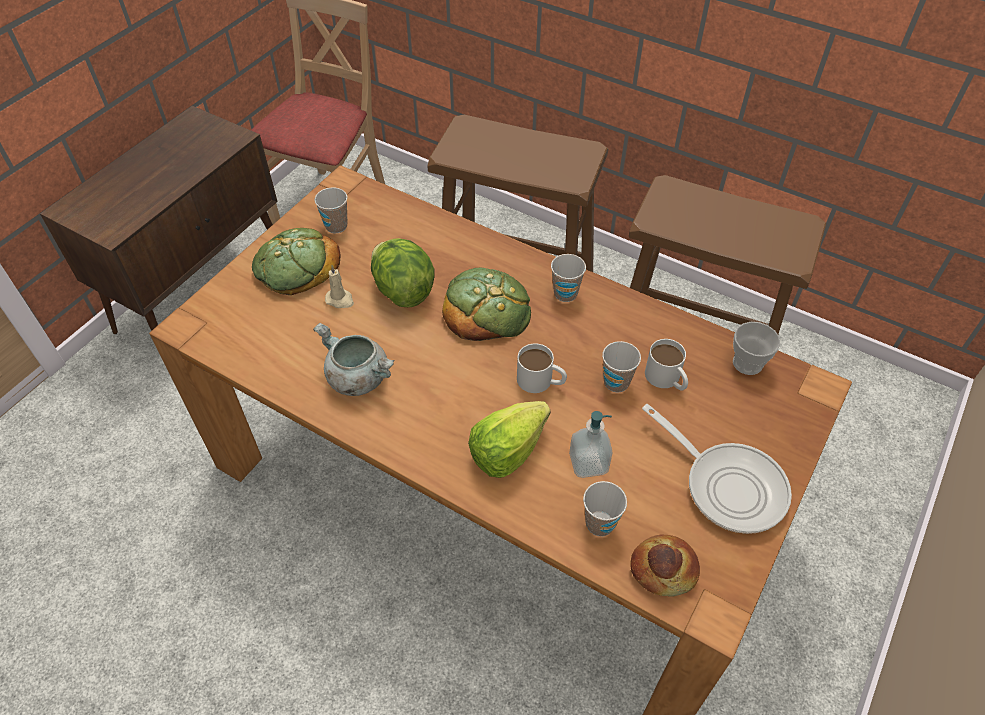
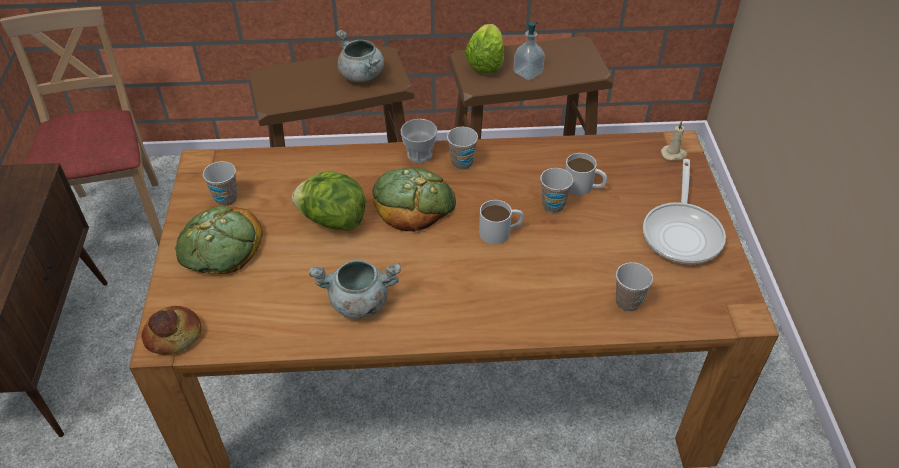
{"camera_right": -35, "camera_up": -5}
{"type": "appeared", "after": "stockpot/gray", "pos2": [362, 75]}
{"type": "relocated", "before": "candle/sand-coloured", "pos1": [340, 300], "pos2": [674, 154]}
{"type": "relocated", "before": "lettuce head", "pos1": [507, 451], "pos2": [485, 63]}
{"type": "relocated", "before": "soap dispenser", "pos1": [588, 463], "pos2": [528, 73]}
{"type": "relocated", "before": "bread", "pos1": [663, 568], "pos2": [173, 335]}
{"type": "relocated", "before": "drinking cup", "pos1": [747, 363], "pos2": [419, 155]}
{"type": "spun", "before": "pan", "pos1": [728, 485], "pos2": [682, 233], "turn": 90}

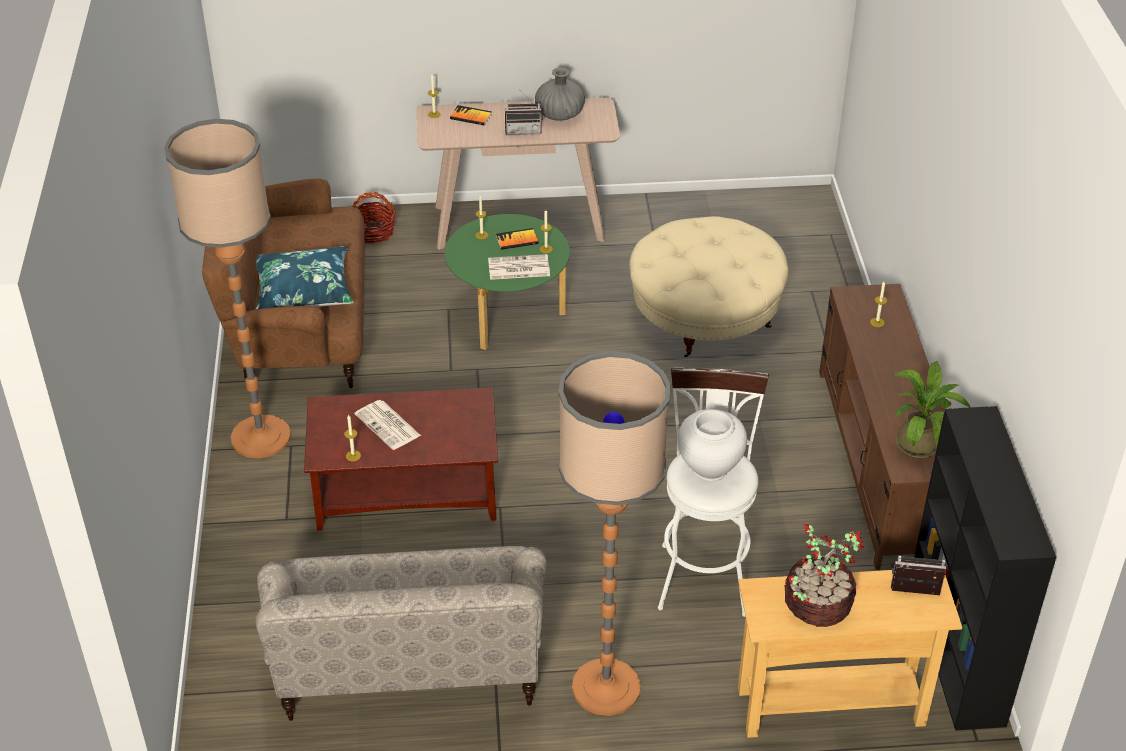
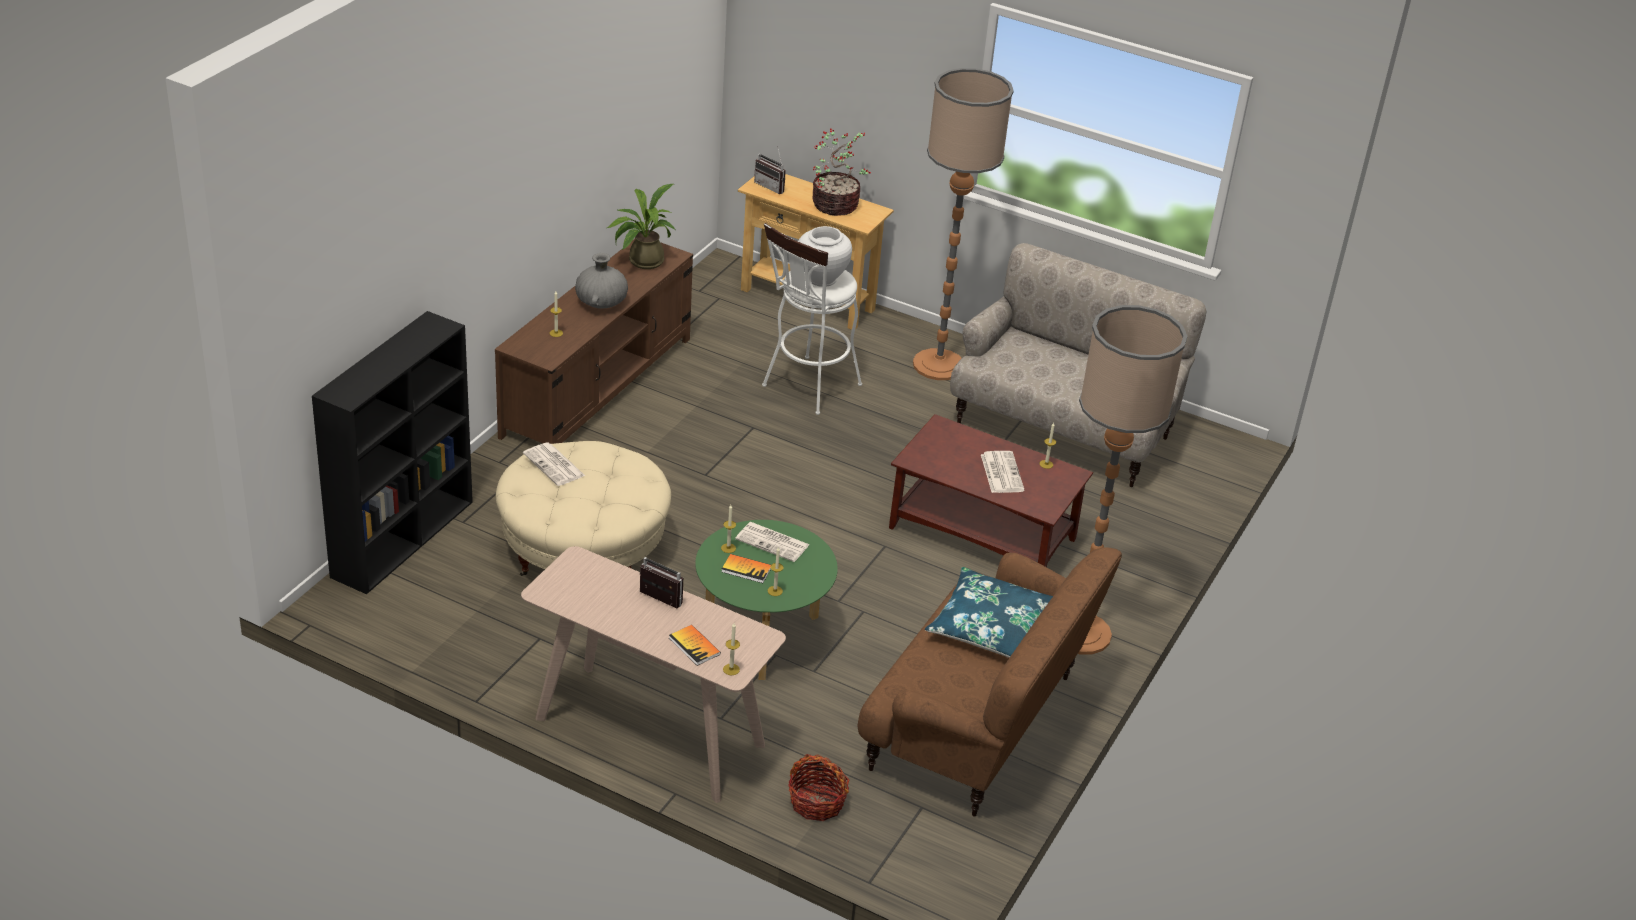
{"camera_right": -150, "camera_up": -5}
{"type": "appeared", "after": "newspaper", "pos2": [555, 465]}
{"type": "relocated", "before": "vase/gray", "pos1": [559, 114], "pos2": [601, 303]}
{"type": "relocated", "before": "bookcase/black", "pos1": [957, 651], "pos2": [403, 538]}

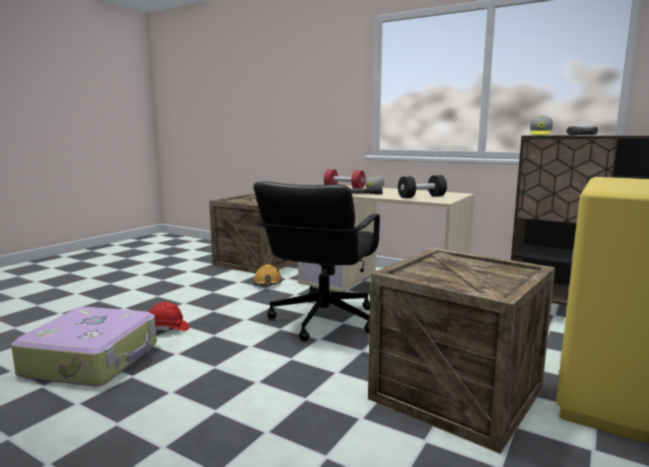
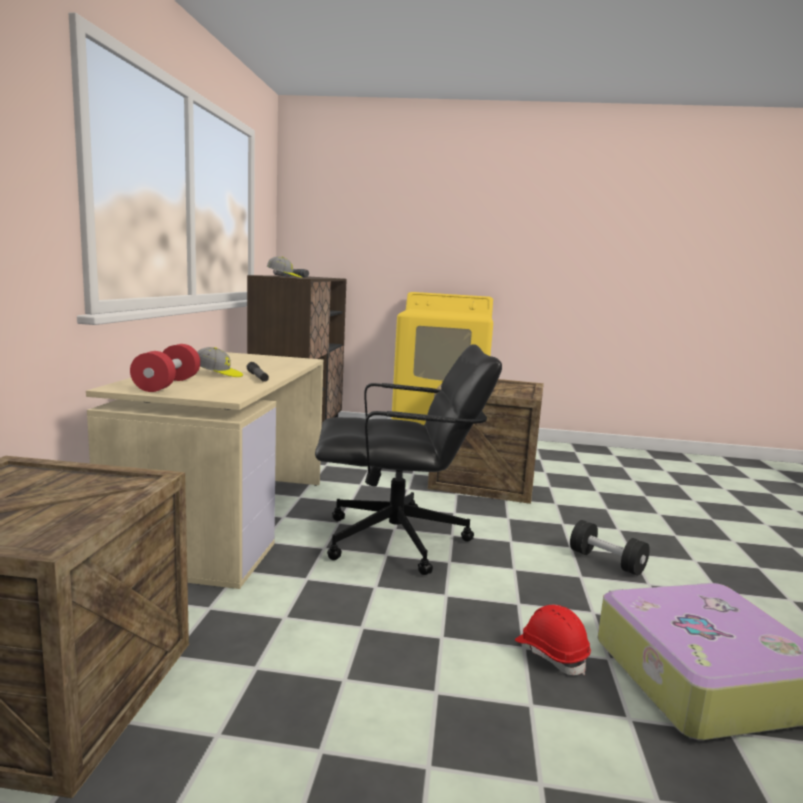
{"camera_right": -115, "camera_up": 0}
{"type": "missing", "before": "hard hat/orange-coloured", "pos1": [267, 283]}
{"type": "relocated", "before": "hand weight/black", "pos1": [421, 197], "pos2": [606, 561]}

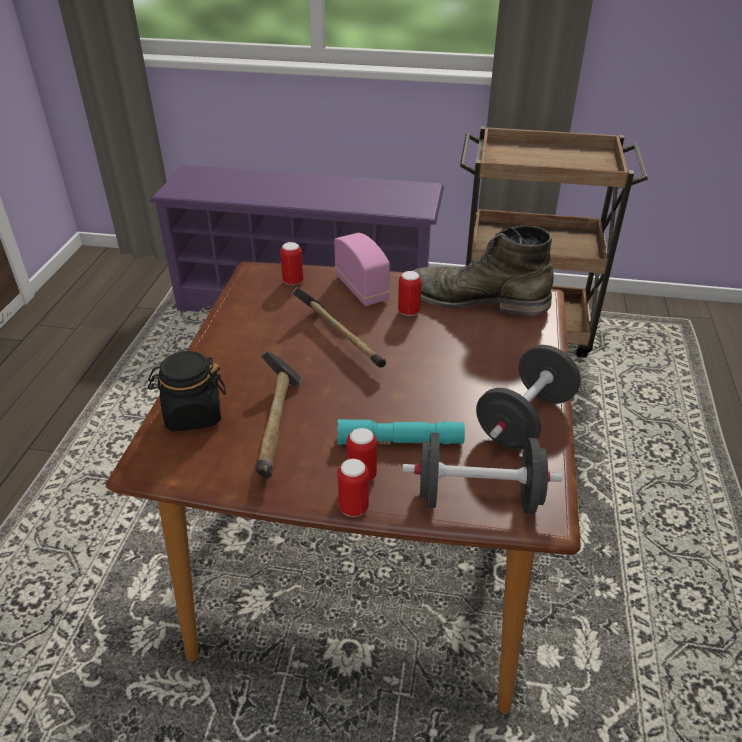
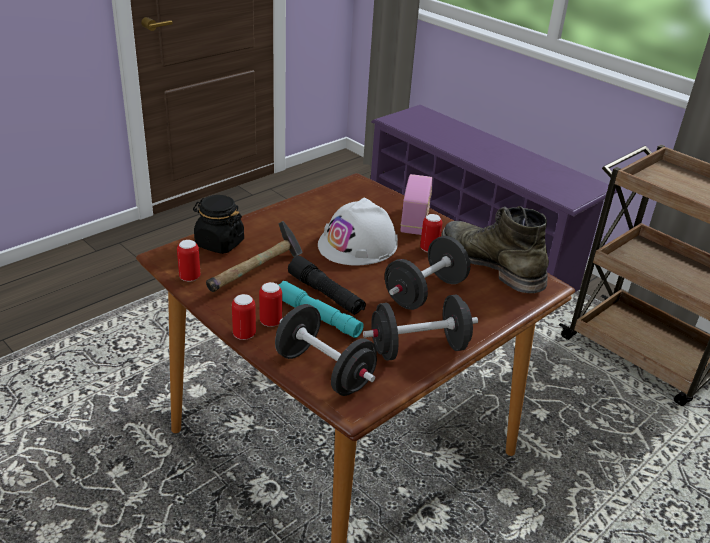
{"camera_right": 35, "camera_up": -5}
{"type": "appeared", "after": "hand torch/black", "pos2": [326, 294]}
{"type": "appeared", "after": "hand weight/black", "pos2": [425, 292]}
{"type": "relocated", "before": "sealed can", "pos1": [293, 281], "pos2": [190, 277]}
{"type": "exchanged", "before": "tool hammer", "after": "hard hat/white", "pos1": [340, 340], "pos2": [358, 244]}

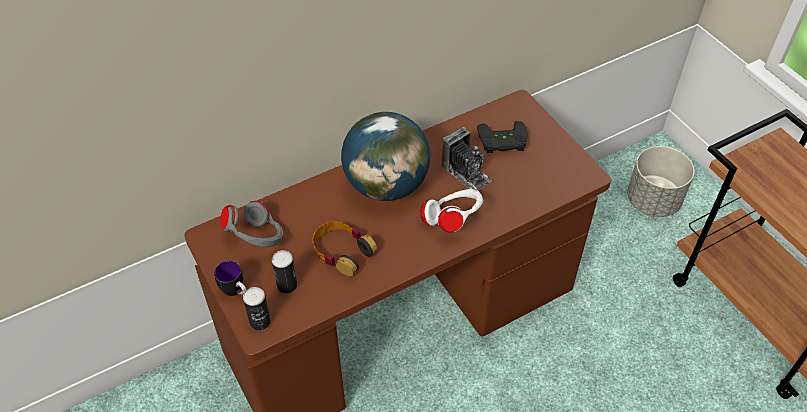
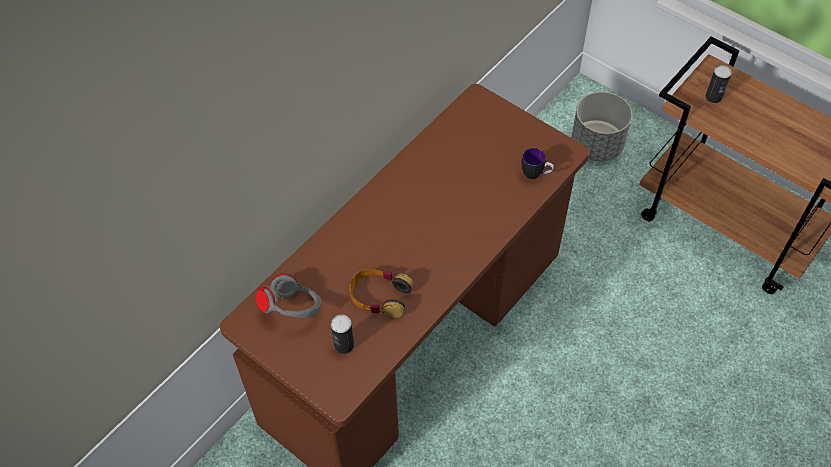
{"camera_right": -20, "camera_up": 5}
{"type": "missing", "before": "globe", "pos1": [386, 185]}
{"type": "missing", "before": "pair of headphones/white", "pos1": [453, 220]}
{"type": "missing", "before": "photo camera", "pos1": [466, 173]}
{"type": "missing", "before": "game controller/black", "pos1": [502, 142]}
{"type": "relocated", "before": "tea mug", "pos1": [236, 292], "pos2": [536, 175]}
{"type": "relocated", "before": "sealed can", "pos1": [260, 322], "pos2": [713, 97]}

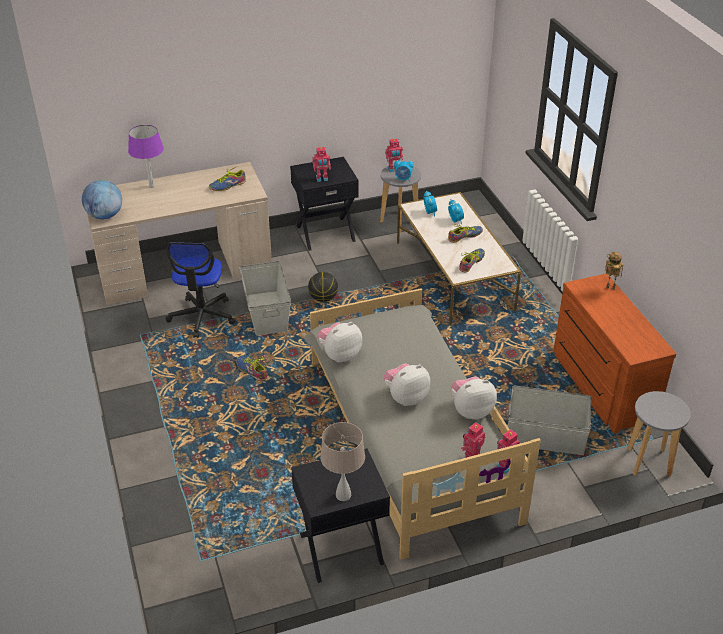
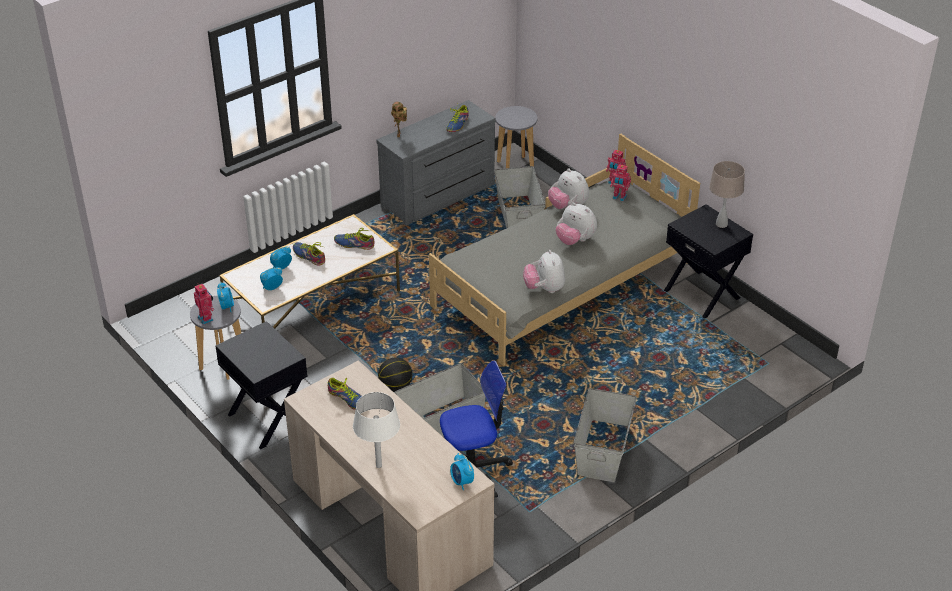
{"camera_right": -110, "camera_up": 0}
{"type": "missing", "before": "toy robot", "pos1": [322, 179]}
{"type": "appeared", "after": "storage container/gray", "pos2": [603, 450]}
{"type": "relocated", "before": "item of footwear", "pos1": [252, 371], "pos2": [458, 124]}
{"type": "exchanged", "before": "globe", "after": "table clock", "pos1": [105, 216], "pos2": [462, 482]}
{"type": "colour", "before": "tabletop lamp/purple", "after": "tabletop lamp/white", "pos1": [151, 186], "pos2": [378, 466]}
{"type": "colour", "before": "chest of drawers/brown-coloured", "after": "chest of drawers/gray", "pos1": [600, 386], "pos2": [440, 197]}
{"type": "spun", "before": "plush toy", "pos1": [340, 355], "pos2": [544, 289], "turn": 45}

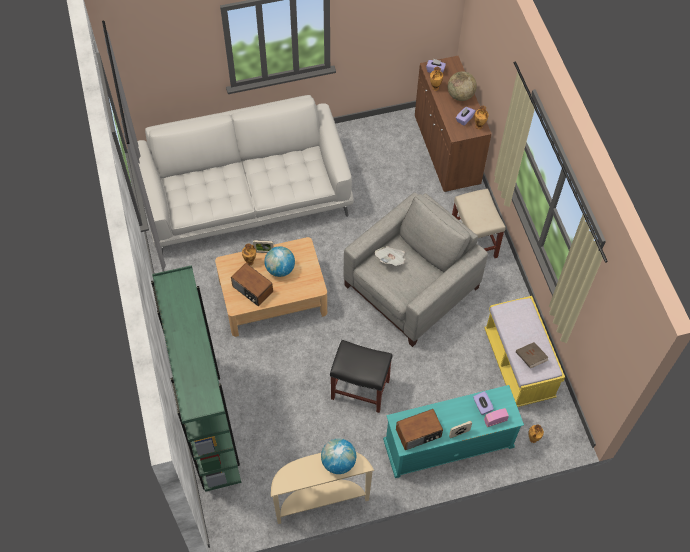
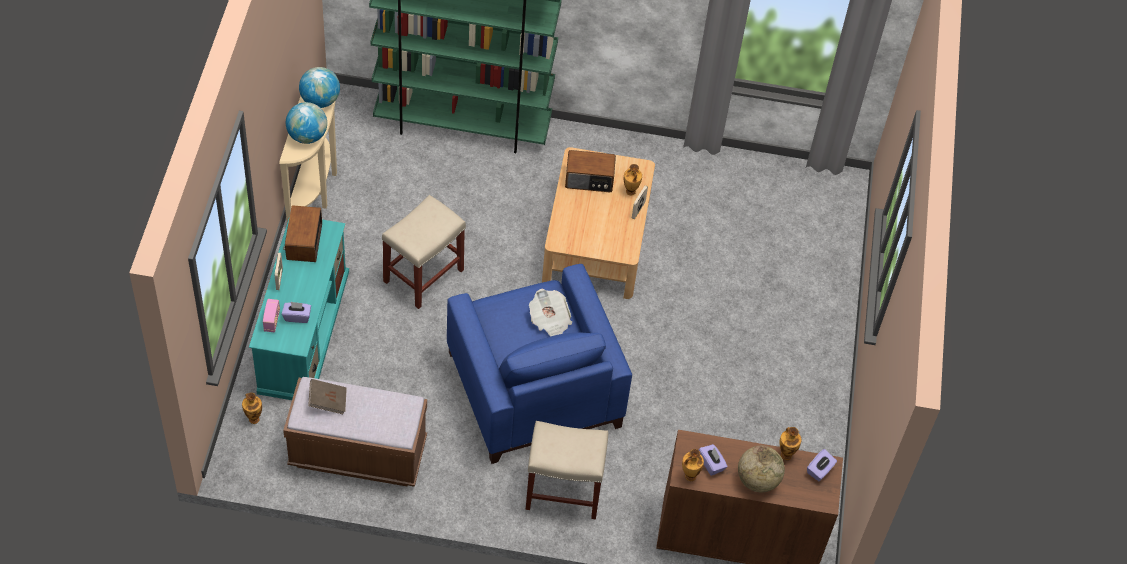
{"camera_right": 110, "camera_up": -5}
{"type": "missing", "before": "couch/white", "pos1": [247, 196]}
{"type": "relocated", "before": "globe", "pos1": [280, 269], "pos2": [320, 100]}
{"type": "colour", "before": "stool/black", "after": "stool/sand-coloured", "pos1": [359, 389], "pos2": [424, 275]}
{"type": "colour", "before": "lounge chair/gray", "after": "lounge chair/bluish", "pos1": [410, 288], "pos2": [532, 387]}
{"type": "colour", "before": "long seat/yellow", "after": "long seat/brown-coloured", "pos1": [518, 364], "pos2": [358, 454]}
{"type": "spun", "before": "radio receiver", "pos1": [252, 290], "pos2": [589, 180], "turn": -150}

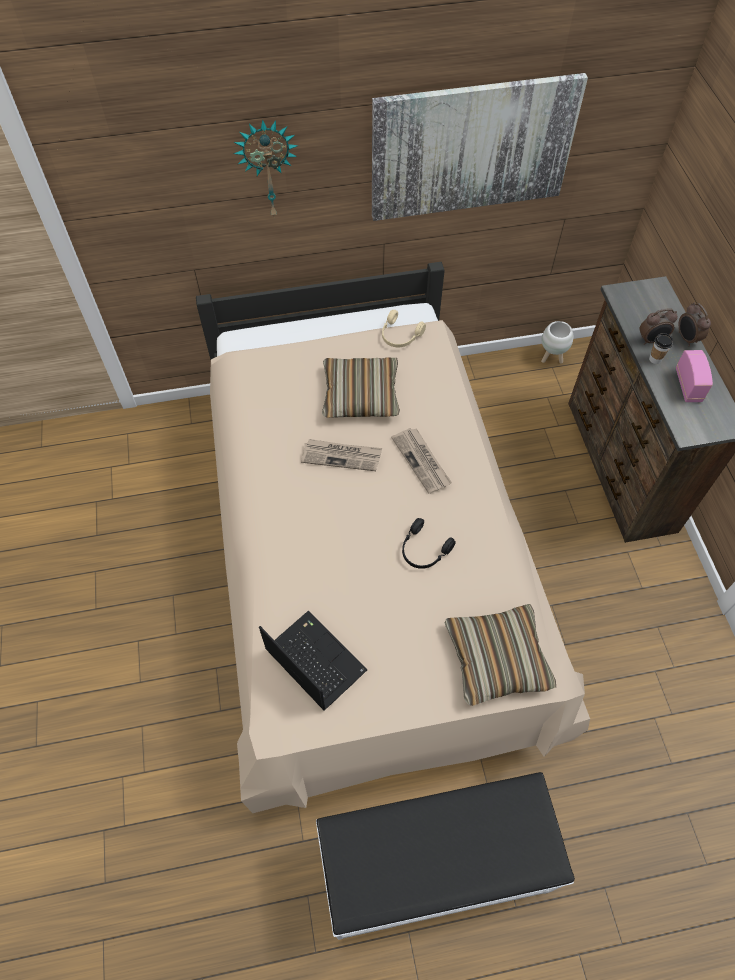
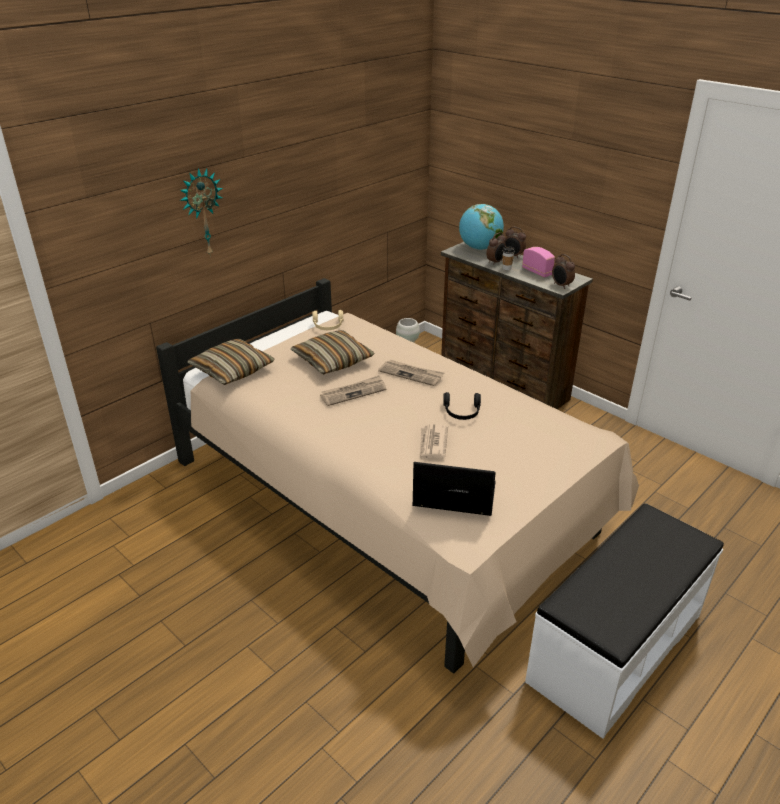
{"camera_right": -35, "camera_up": -25}
{"type": "missing", "before": "wall picture", "pos1": [472, 148]}
{"type": "appeared", "after": "newspaper", "pos2": [432, 444]}
{"type": "appeared", "after": "globe", "pos2": [479, 248]}
{"type": "appeared", "after": "table clock", "pos2": [561, 285]}
{"type": "relocated", "before": "pillow", "pos1": [497, 658], "pos2": [232, 370]}

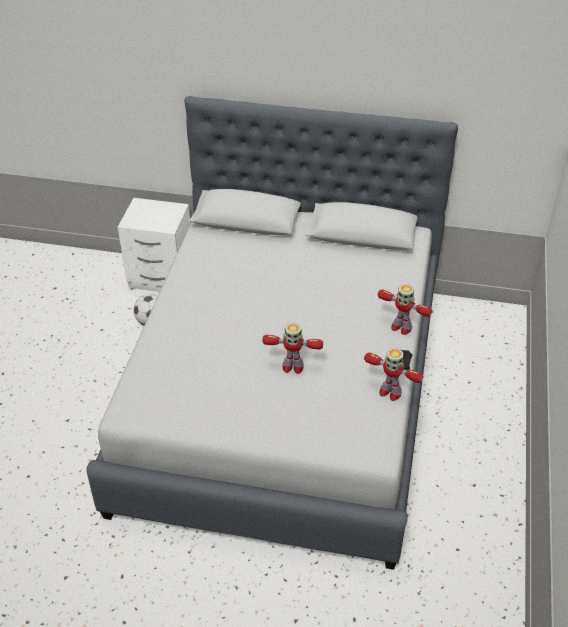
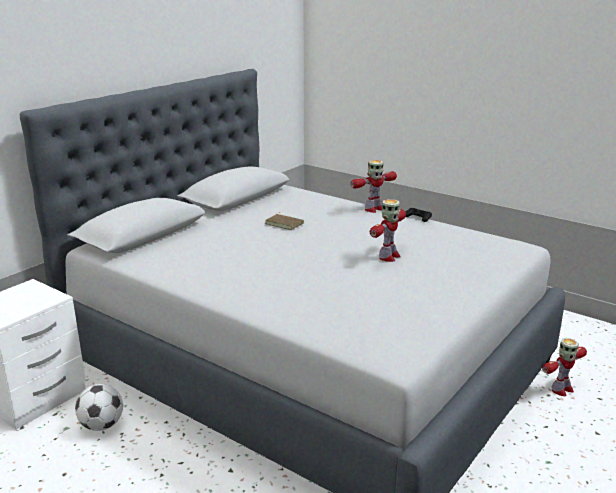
{"camera_right": -65, "camera_up": -20}
{"type": "appeared", "after": "book/brown-coloured", "pos2": [285, 223]}
{"type": "relocated", "before": "toy robot", "pos1": [389, 392], "pos2": [561, 389]}

